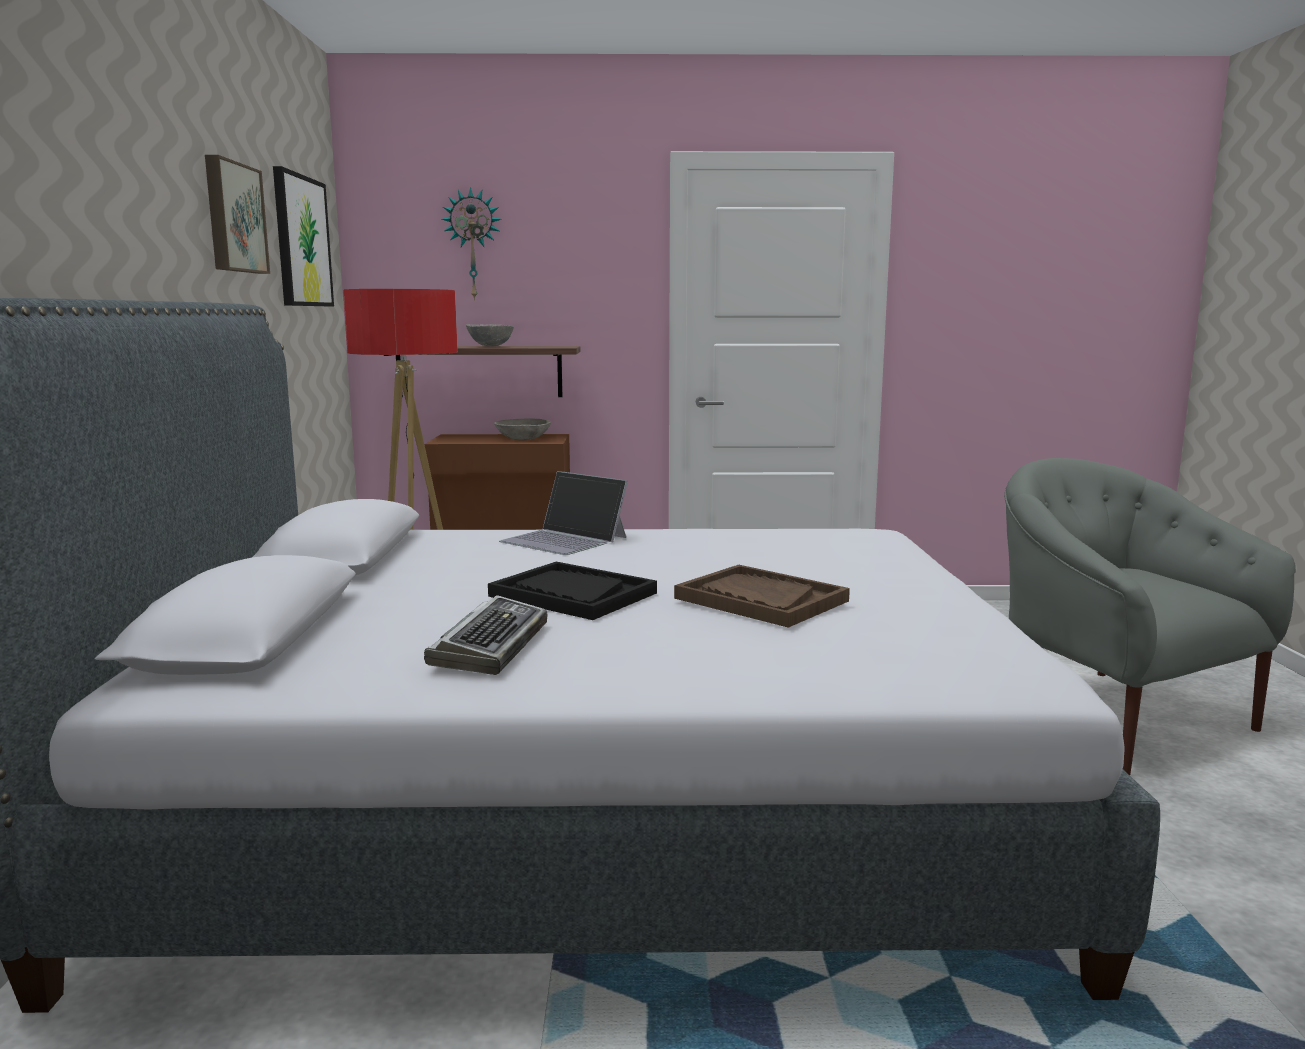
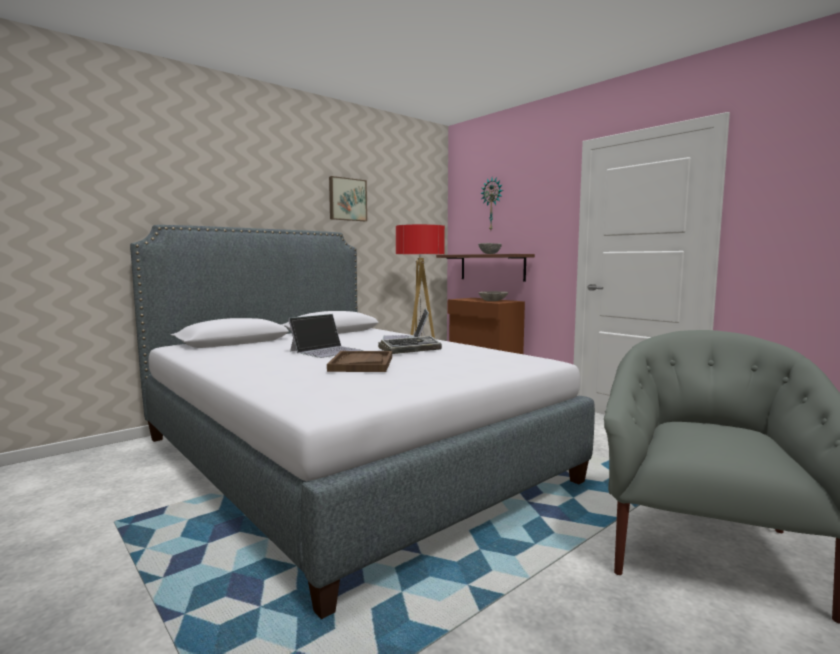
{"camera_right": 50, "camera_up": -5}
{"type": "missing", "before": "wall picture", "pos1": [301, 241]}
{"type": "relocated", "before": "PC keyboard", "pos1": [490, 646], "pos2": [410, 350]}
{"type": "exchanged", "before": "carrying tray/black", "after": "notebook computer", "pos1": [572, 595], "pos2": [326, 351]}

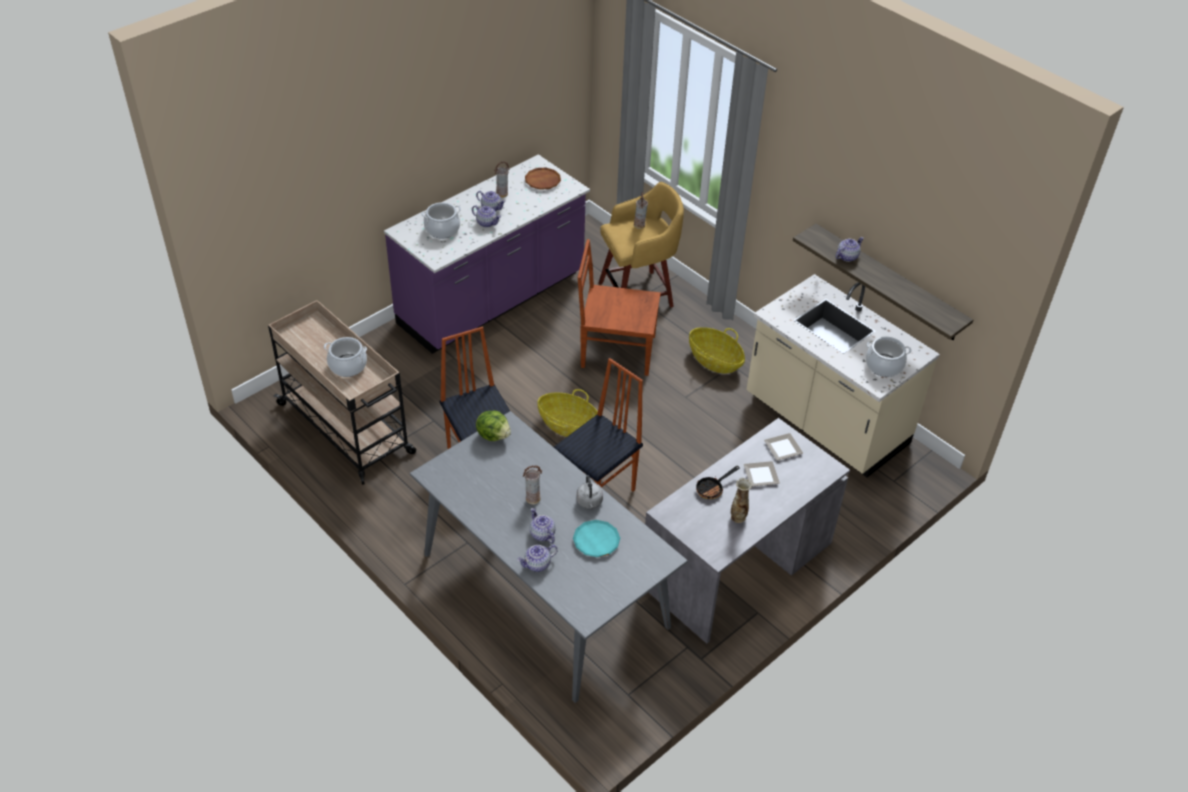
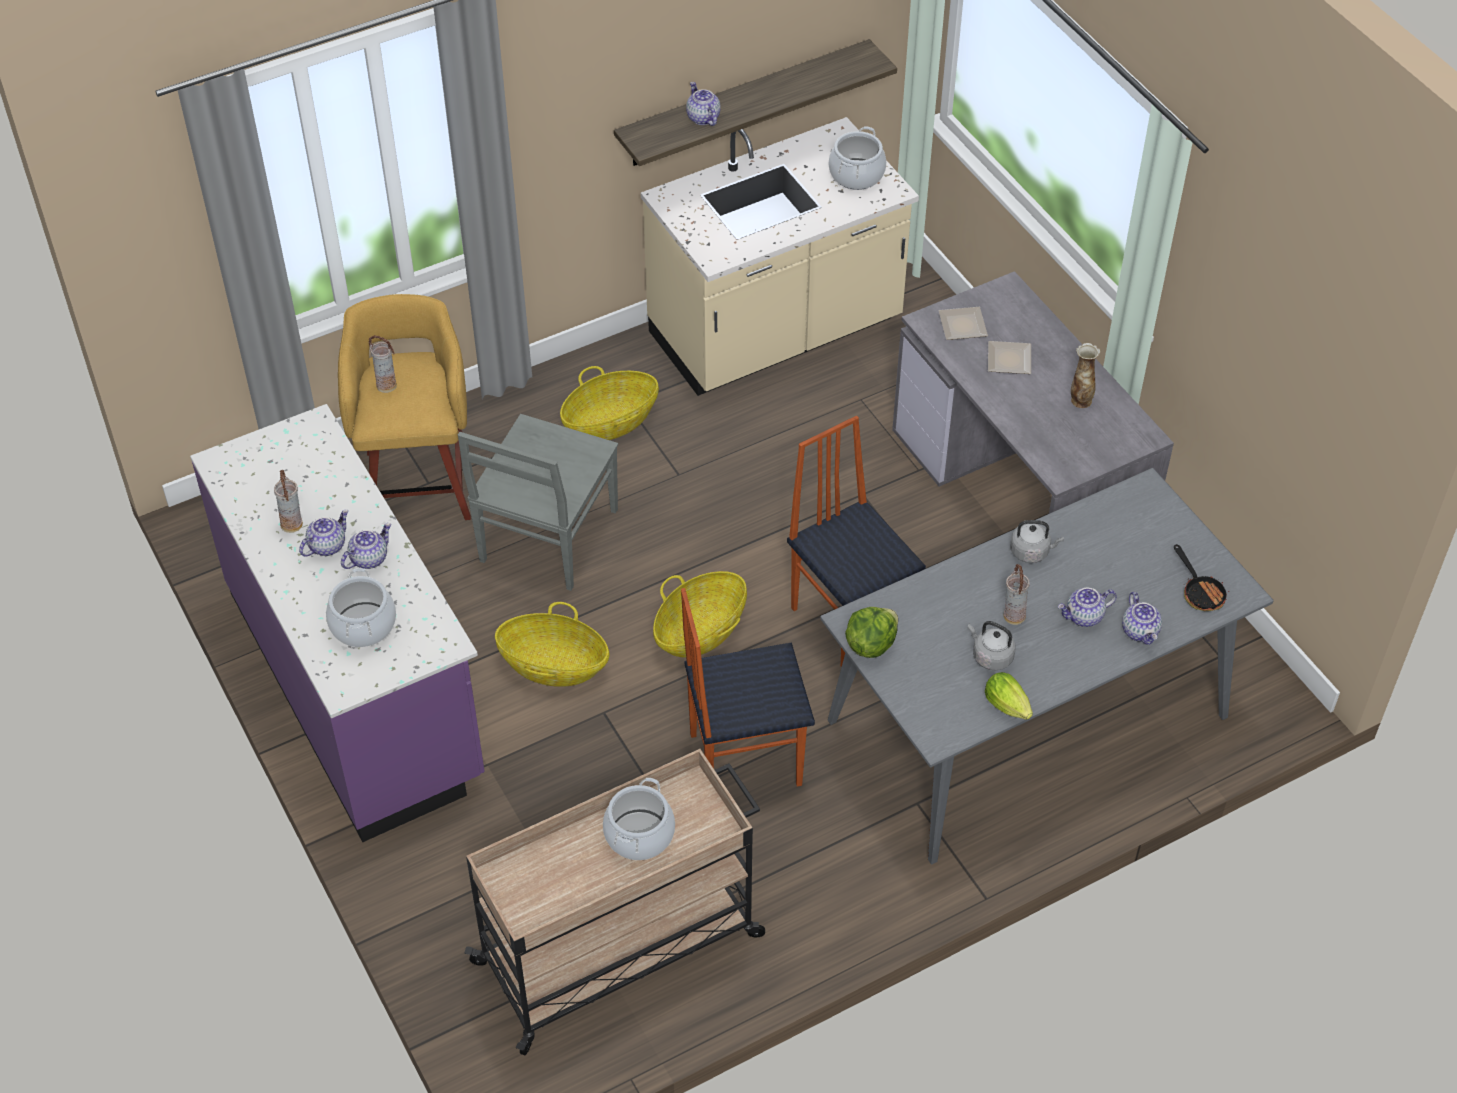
{"camera_right": -75, "camera_up": 5}
{"type": "missing", "before": "plate/brown-coloured", "pos1": [542, 181]}
{"type": "missing", "before": "plate/turquoise", "pos1": [596, 541]}
{"type": "appeared", "after": "household basket", "pos2": [554, 665]}
{"type": "appeared", "after": "tea kettle/gray", "pos2": [990, 656]}
{"type": "appeared", "after": "lettuce head", "pos2": [1009, 708]}
{"type": "relocated", "before": "pan", "pos1": [712, 488], "pos2": [1200, 592]}
{"type": "colour", "before": "upright chair/brown-coloured", "after": "upright chair/gray", "pos1": [616, 351], "pos2": [547, 538]}

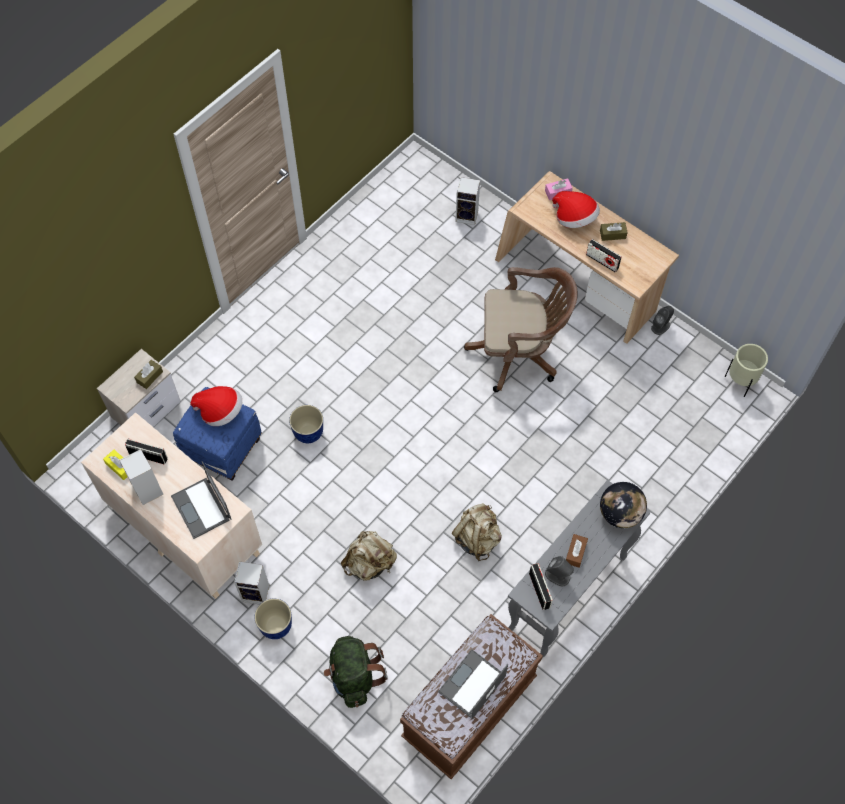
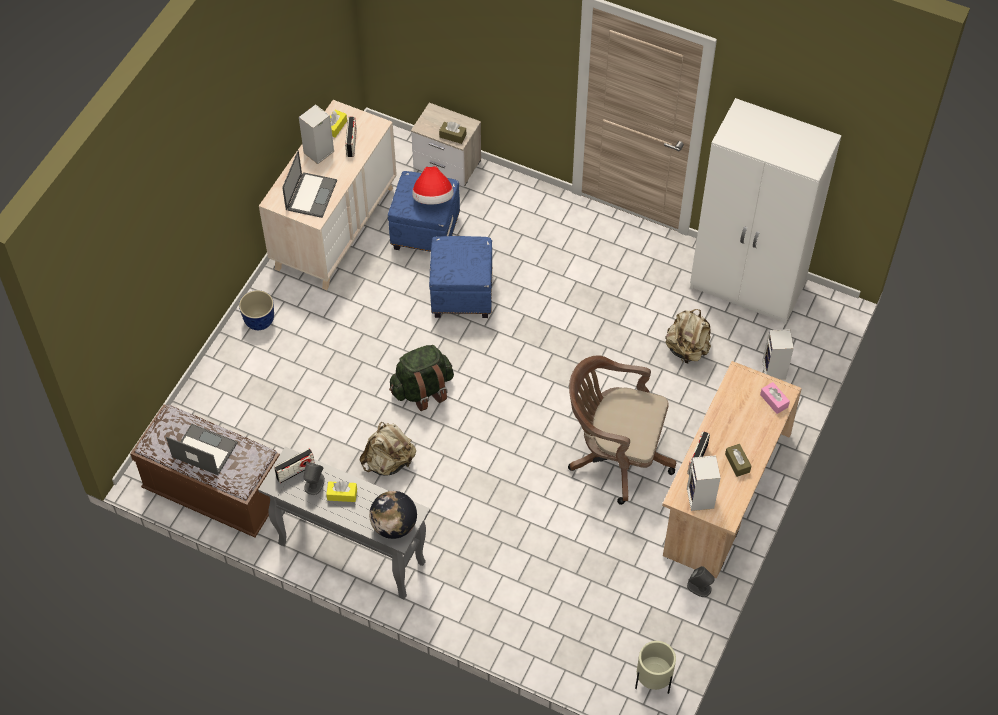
{"camera_right": 75, "camera_up": -5}
{"type": "missing", "before": "hat", "pos1": [574, 218]}
{"type": "appeared", "after": "clothes cupboard/white", "pos2": [748, 287]}
{"type": "relocated", "before": "speaker", "pos1": [256, 593], "pos2": [701, 499]}
{"type": "relocated", "before": "knapsack/green-coloured", "pos1": [354, 676], "pos2": [422, 390]}
{"type": "relocated", "before": "knapsack/sand-coloured", "pos1": [369, 563], "pos2": [687, 349]}
{"type": "exchanged", "before": "flower pot", "after": "ottoman/bluish", "pos1": [309, 433], "pos2": [462, 295]}
{"type": "colour", "before": "tissue holder/brown-coloured", "after": "tissue holder/yellow", "pos1": [575, 553], "pos2": [342, 494]}
{"type": "spun", "before": "notebook computer", "pos1": [202, 508], "pos2": [311, 194], "turn": 150}
{"type": "spun", "before": "office chair/brown-coloured", "pos1": [519, 353], "pos2": [615, 455], "turn": 120}

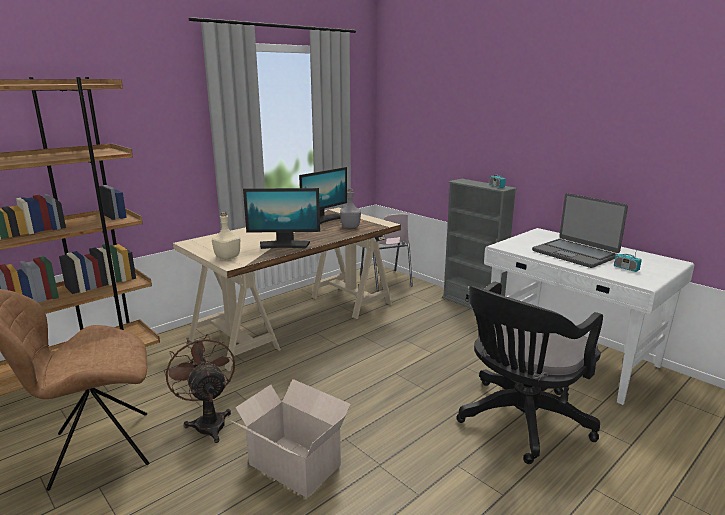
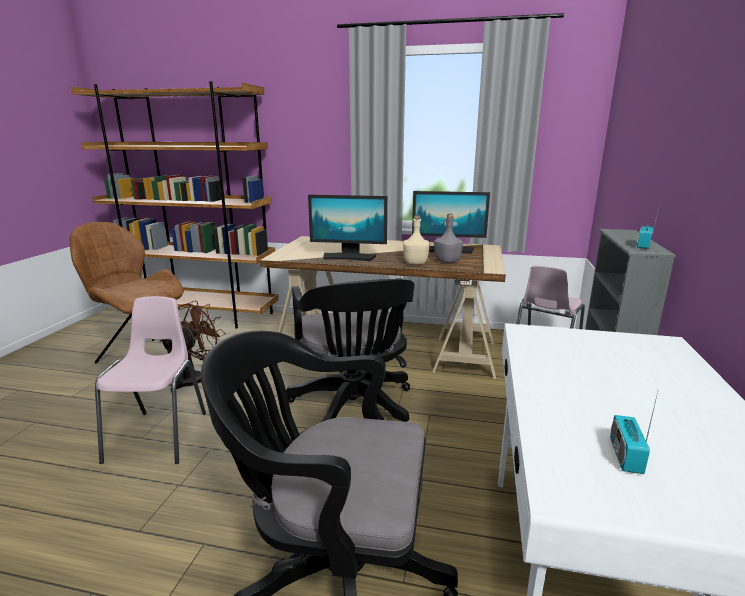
{"camera_right": 55, "camera_up": 0}
{"type": "missing", "before": "notebook computer", "pos1": [575, 254]}
{"type": "appeared", "after": "office chair/black", "pos2": [354, 410]}
{"type": "relocated", "before": "bottle/sand-coloured", "pos1": [228, 257], "pos2": [416, 263]}
{"type": "exchanged", "before": "carton", "after": "upright chair/pink", "pos1": [293, 463], "pos2": [159, 436]}
{"type": "spun", "before": "monitor", "pos1": [284, 245], "pos2": [348, 257], "turn": -45}

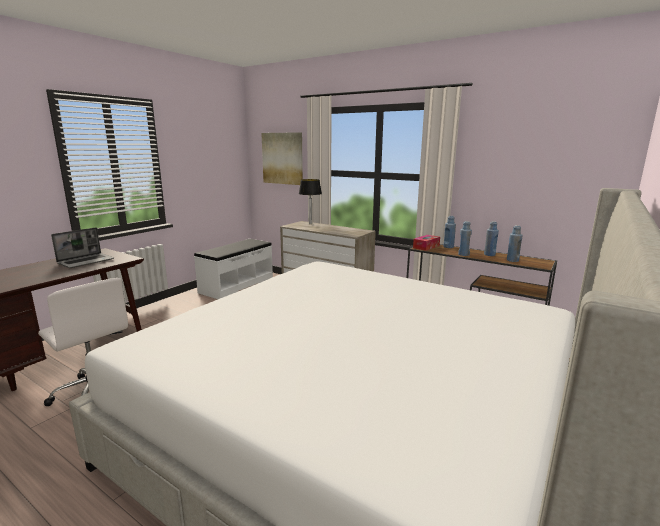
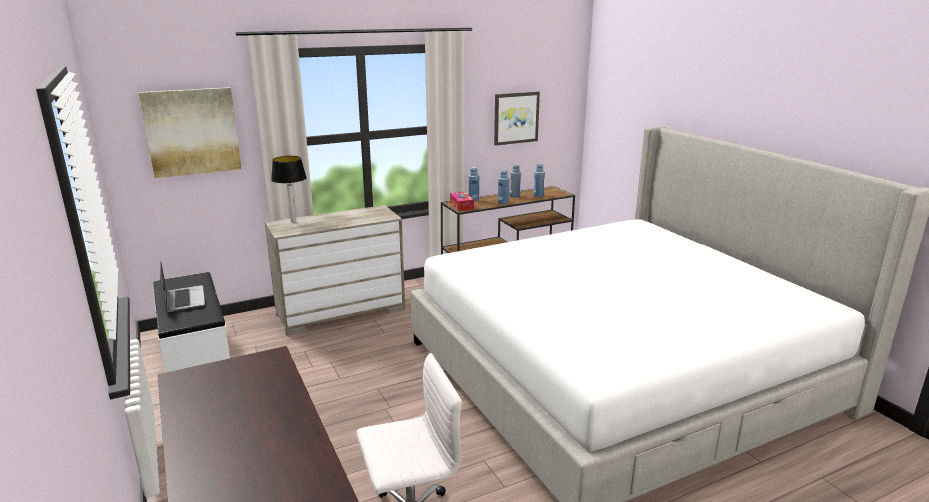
{"camera_right": -60, "camera_up": 5}
{"type": "appeared", "after": "wall picture", "pos2": [516, 118]}
{"type": "relocated", "before": "notebook computer", "pos1": [86, 261], "pos2": [184, 300]}

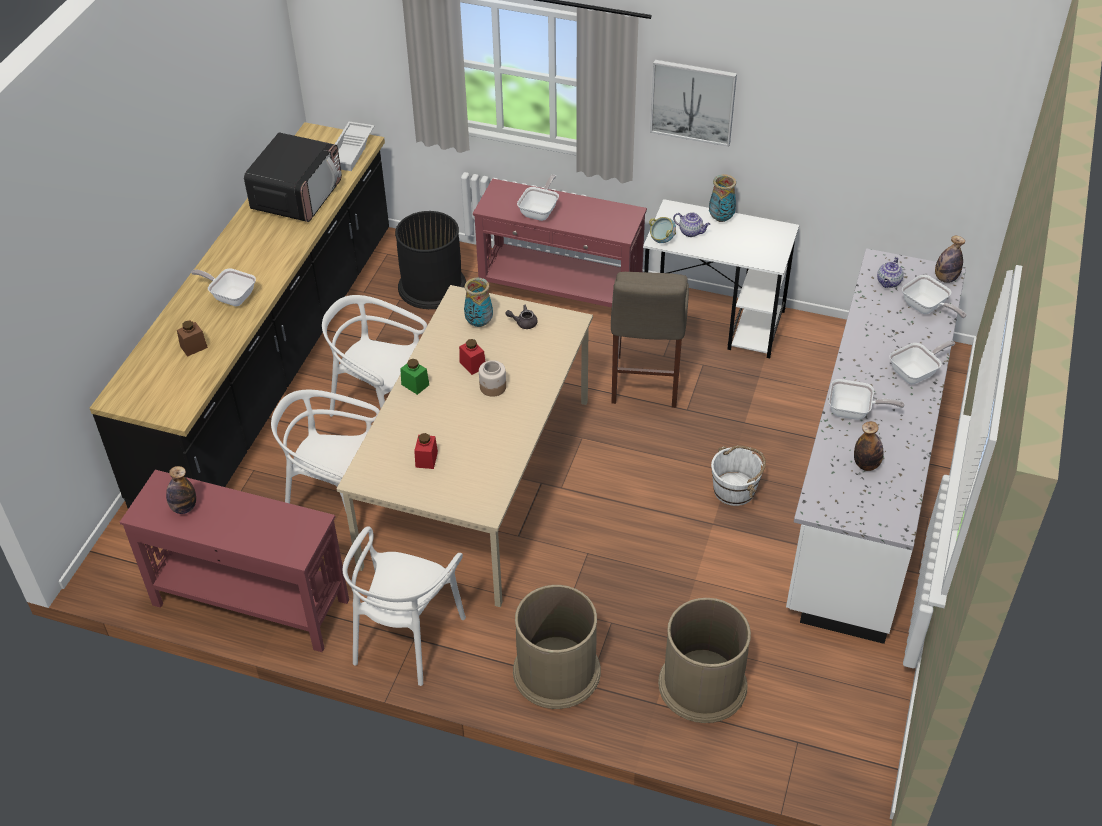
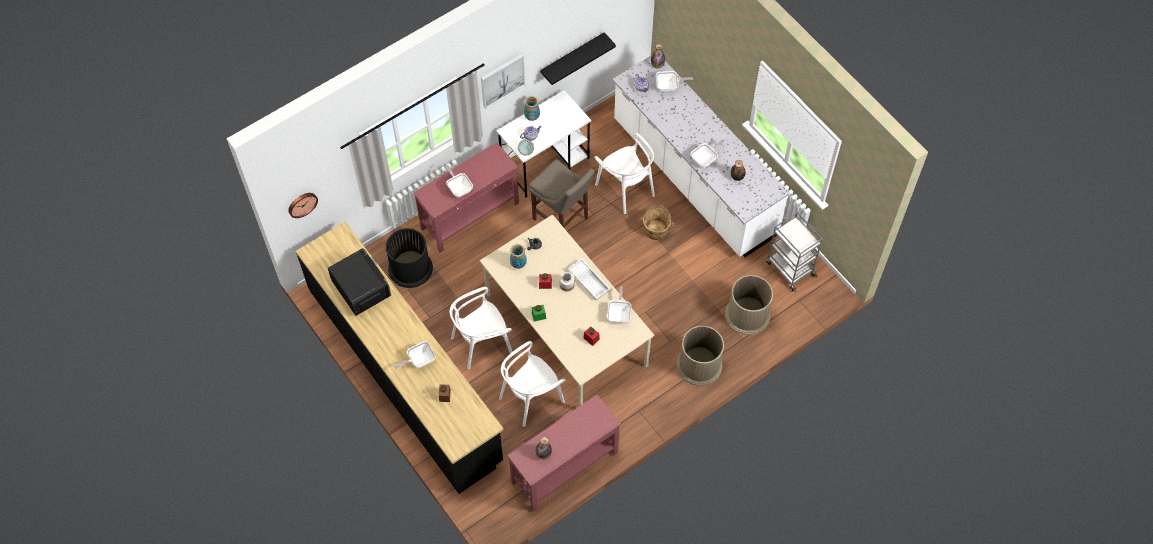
{"camera_right": -55, "camera_up": 15}
{"type": "appeared", "after": "hanging clock", "pos2": [302, 204]}
{"type": "appeared", "after": "shelf/black", "pos2": [572, 57]}
{"type": "appeared", "after": "trolley/gray", "pos2": [789, 268]}
{"type": "relocated", "before": "carrying tray/white", "pos1": [351, 150], "pos2": [589, 281]}
{"type": "relocated", "before": "upright chair/white", "pos1": [406, 637], "pos2": [626, 188]}
{"type": "relocated", "before": "pan", "pos1": [916, 373], "pos2": [619, 313]}
{"type": "colour", "before": "pail/white", "after": "pail/brown-coloured", "pos1": [735, 490], "pos2": [656, 229]}

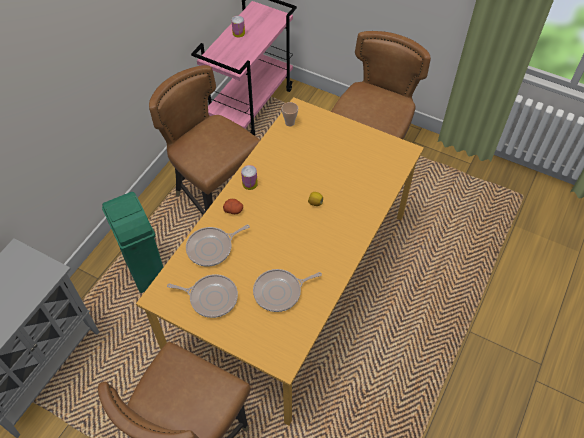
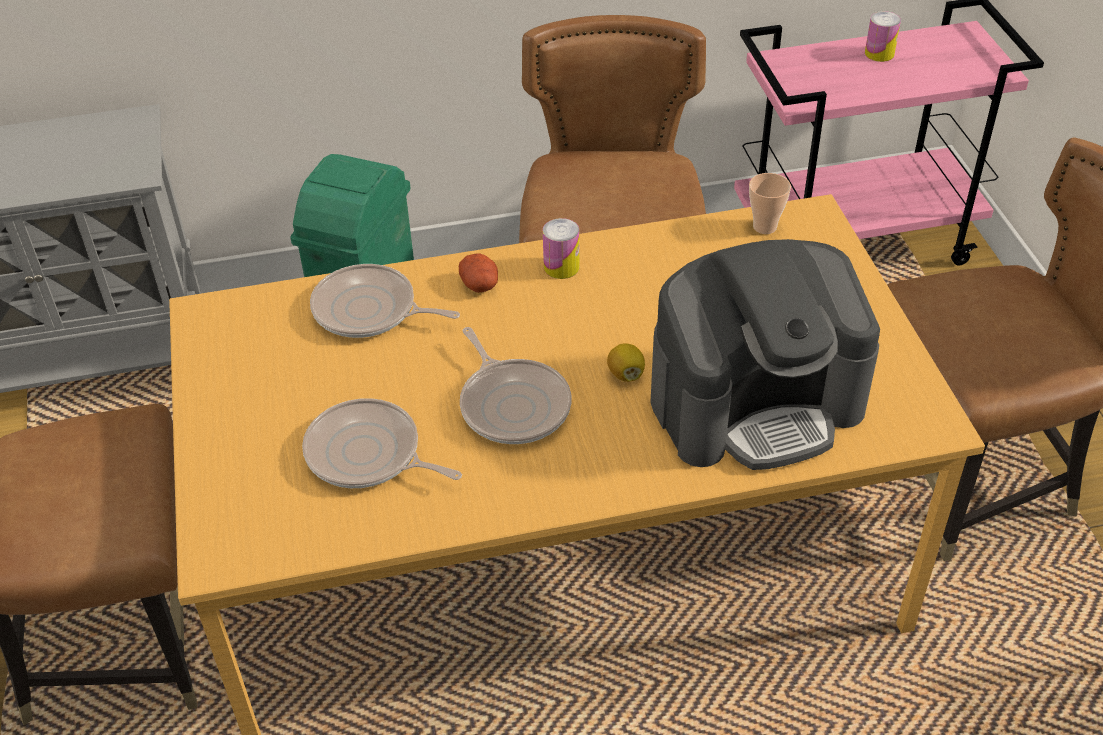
{"camera_right": 50, "camera_up": -10}
{"type": "appeared", "after": "coffee brewer", "pos2": [756, 402]}
{"type": "relocated", "before": "pan", "pos1": [211, 297], "pos2": [513, 404]}

